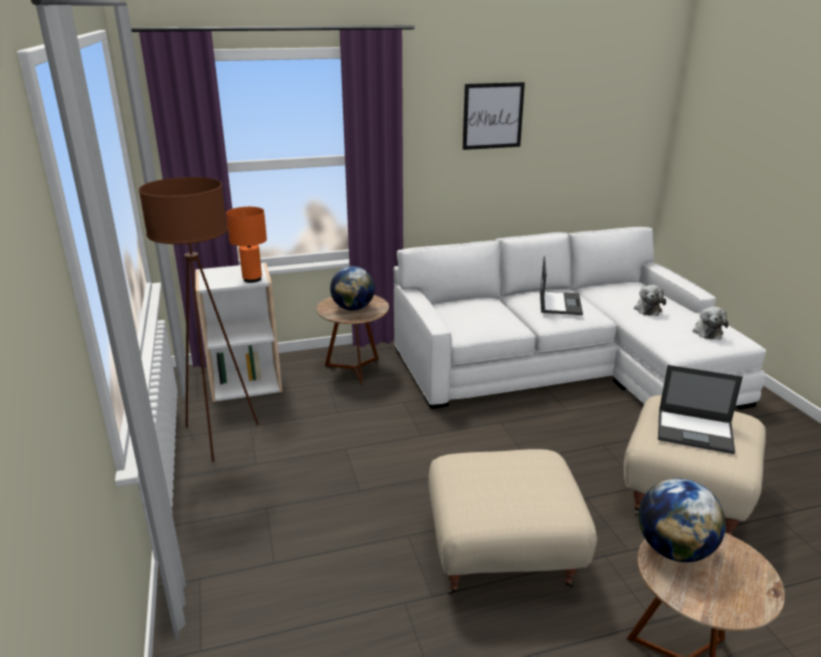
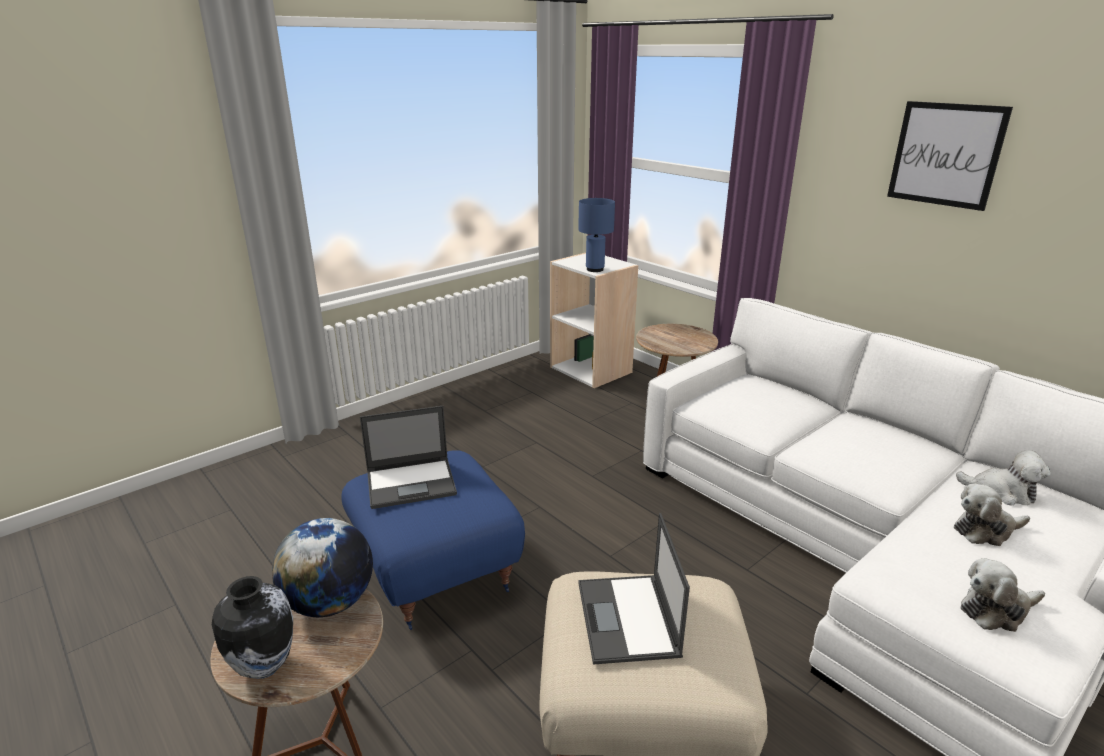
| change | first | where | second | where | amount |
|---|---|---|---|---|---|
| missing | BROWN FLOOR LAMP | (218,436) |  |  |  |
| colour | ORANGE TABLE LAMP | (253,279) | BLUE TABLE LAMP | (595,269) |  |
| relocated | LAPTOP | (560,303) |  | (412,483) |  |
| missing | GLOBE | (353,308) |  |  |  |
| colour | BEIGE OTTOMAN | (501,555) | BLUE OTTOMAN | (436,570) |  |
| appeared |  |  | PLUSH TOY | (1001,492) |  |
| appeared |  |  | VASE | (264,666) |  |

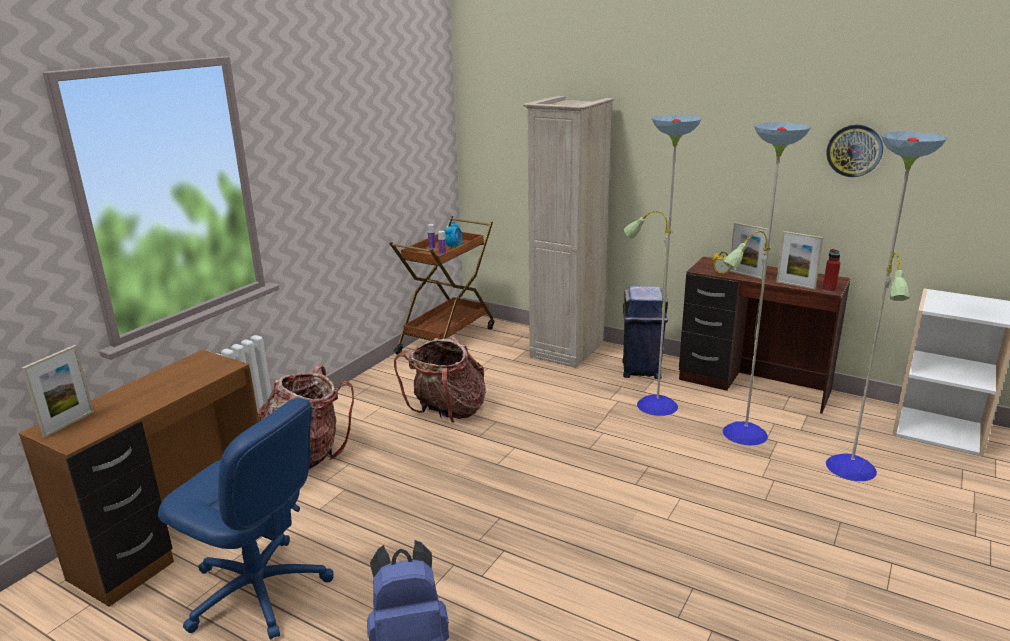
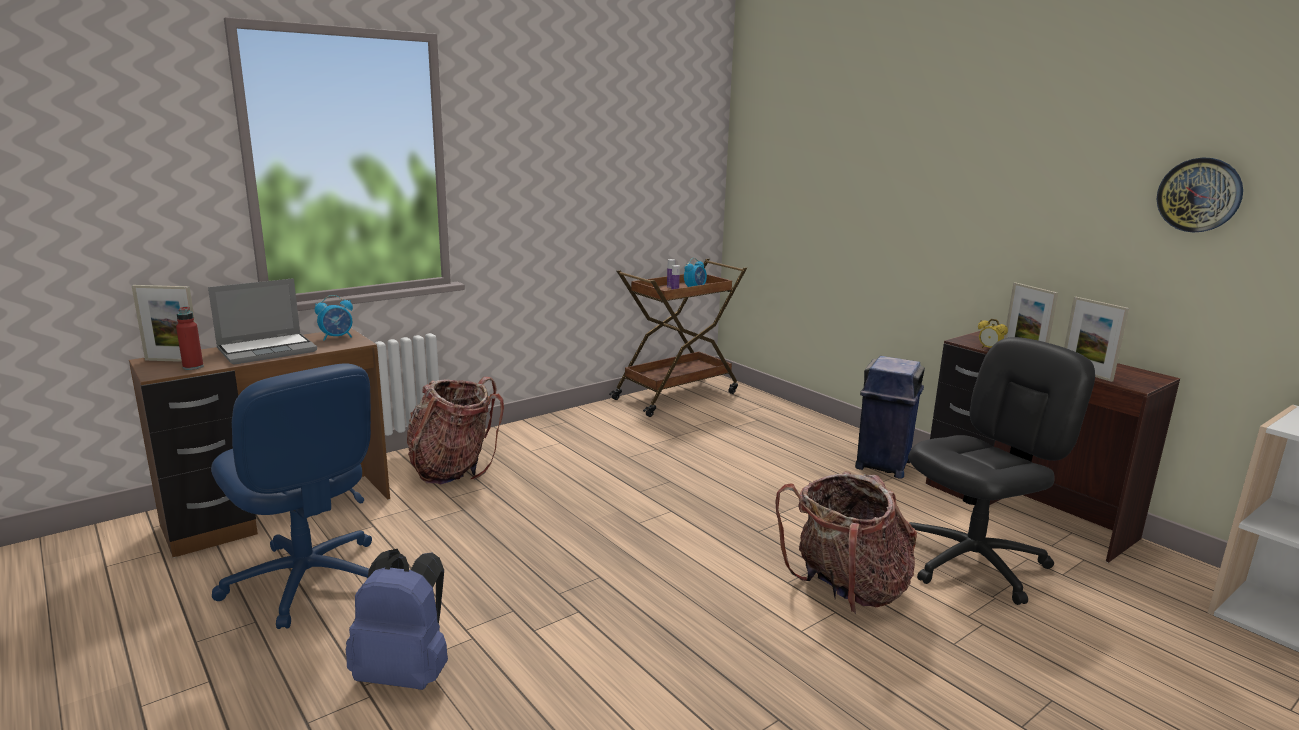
| change | first | where | second | where | amount |
|---|---|---|---|---|---|
| missing | BEIGE CABINET | (567,350) |  |  |  |
| exchanged | FLOOR LAMP | (743,435) | BLACK OFFICE CHAIR | (973,562) |  |
| relocated | RED BOTTLE | (829,290) |  | (193,367) |  |
| relocated | BACKPACK | (447,412) |  | (846,590) |  |
| spun | PICTURE FRAME | (69,424) |  | (173,360) | 45 degrees clockwise |
| appeared |  |  | LAPTOP | (268,350) |  |
| appeared |  |  | ALARM CLOCK | (337,337) |  |

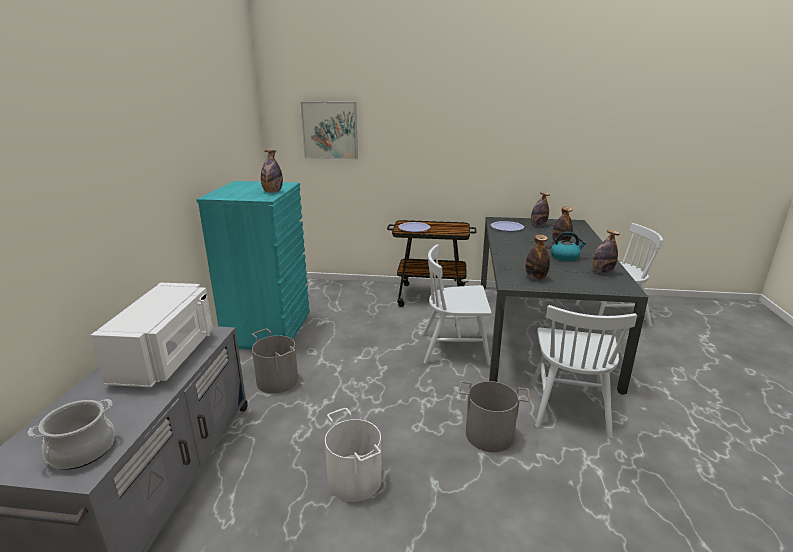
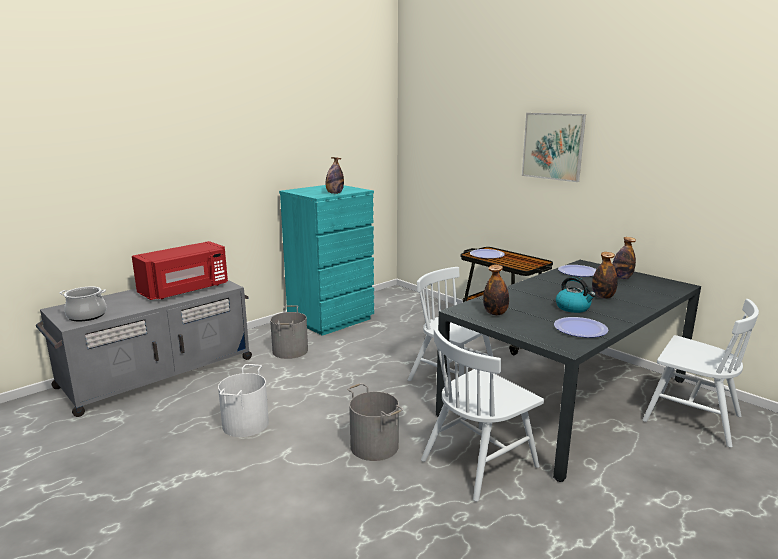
| change | first | where | second | where | amount |
|---|---|---|---|---|---|
| relocated | PICTURE | (330,130) |  | (553,146) |  |
| exchanged | BOTTLE | (602,272) | PLATE | (580,328) |  |
| colour | WHITE MICROWAVE | (167,356) | RED MICROWAVE | (185,290) |  |

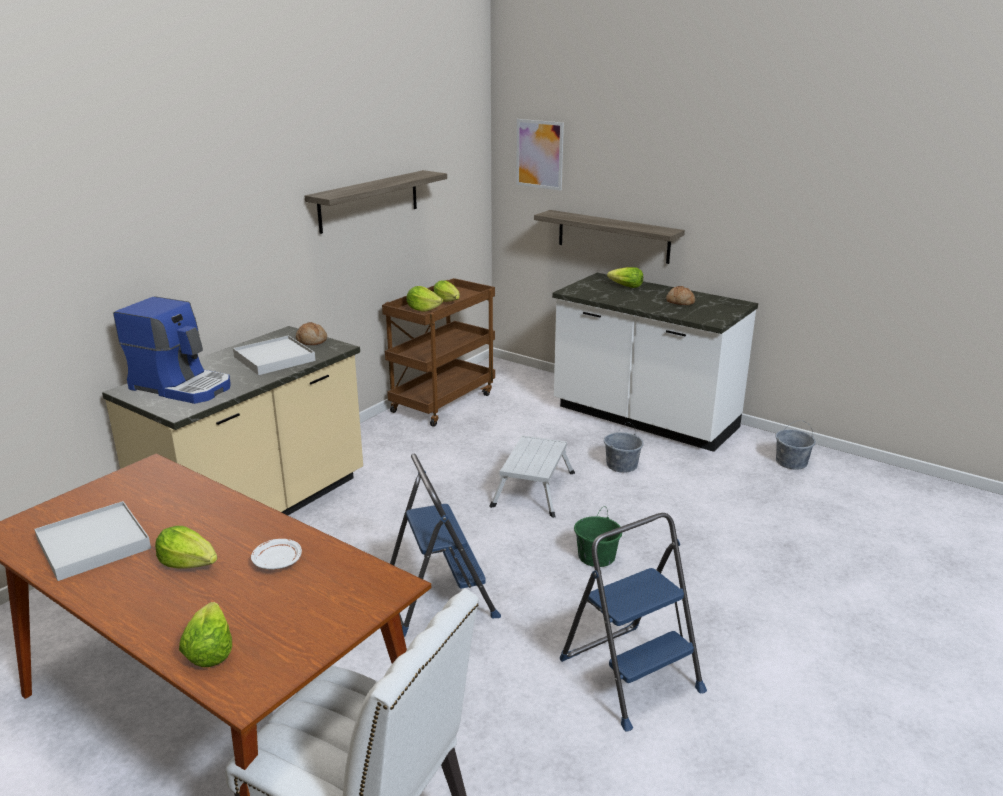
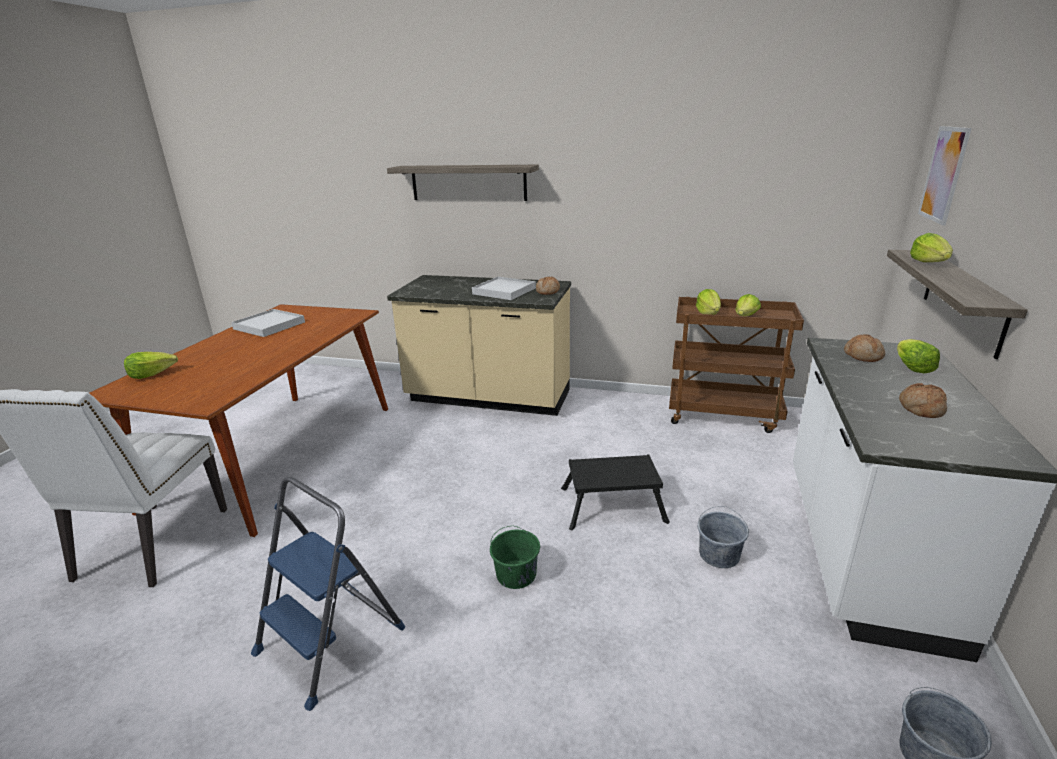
| change | first | where | second | where | amount |
|---|---|---|---|---|---|
| relocated | SHELF | (369,201) |  | (468,182) |  |
| missing | COFFEE MACHINE | (182,386) |  |  |  |
| colour | WHITE STEP LADDER | (534,489) | BLACK STEP LADDER | (613,504) |  |
| missing | BLUE STEP LADDER | (435,600) |  |  |  |
| relocated | LETTUCE | (189,563) |  | (930,263) |  |
| missing | WHITE PLATE | (277,561) |  |  |  |
| appeared |  |  | BREAD | (863,356) |  |

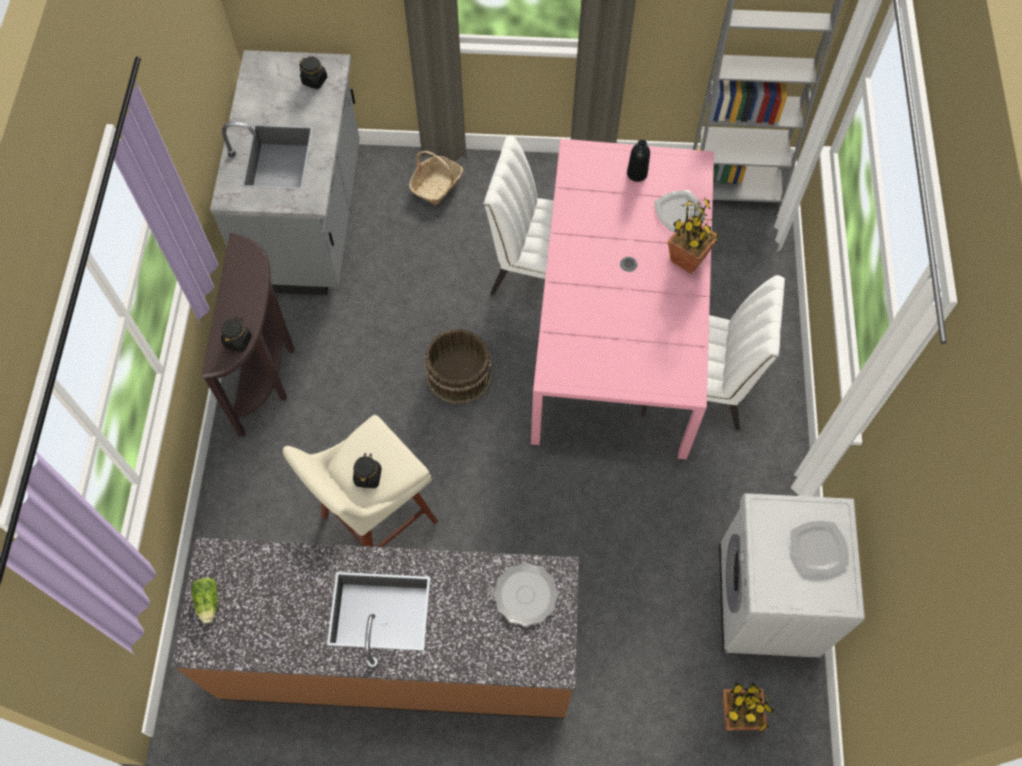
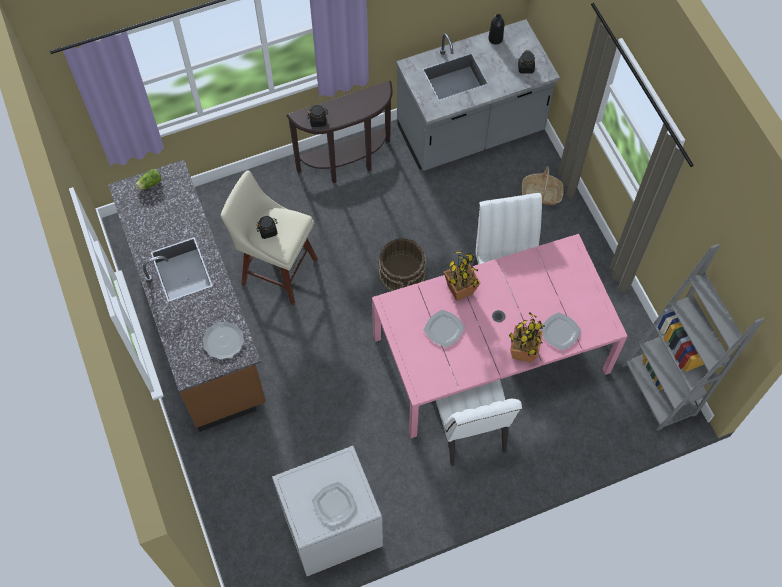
| change | first | where | second | where | amount |
|---|---|---|---|---|---|
| relocated | BLACK BOTTLE | (637,173) |  | (495,39) |  |
| relocated | POTTED PLANT | (738,716) |  | (460,290) |  |
| appeared |  |  | PLATE | (443,329) |  |

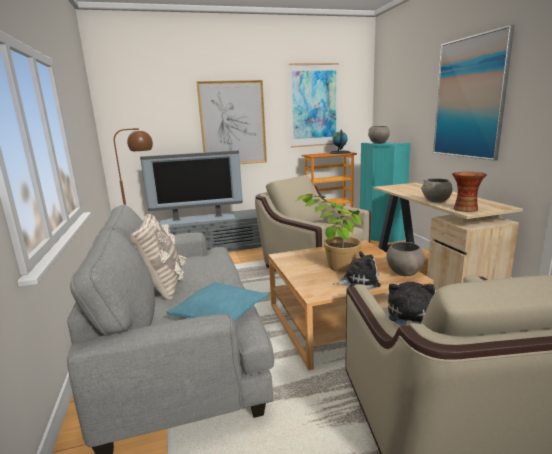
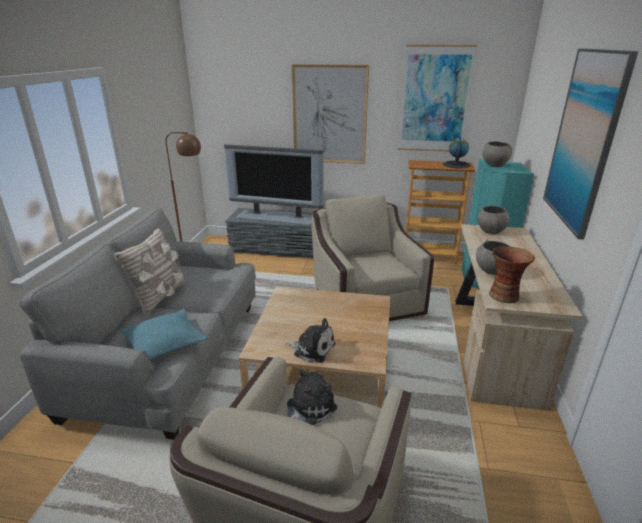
| change | first | where | second | where | amount |
|---|---|---|---|---|---|
| missing | POTTED PLANT | (332,261) |  |  |  |
| relocated | GREY BOWL | (404,272) |  | (490,231) |  |

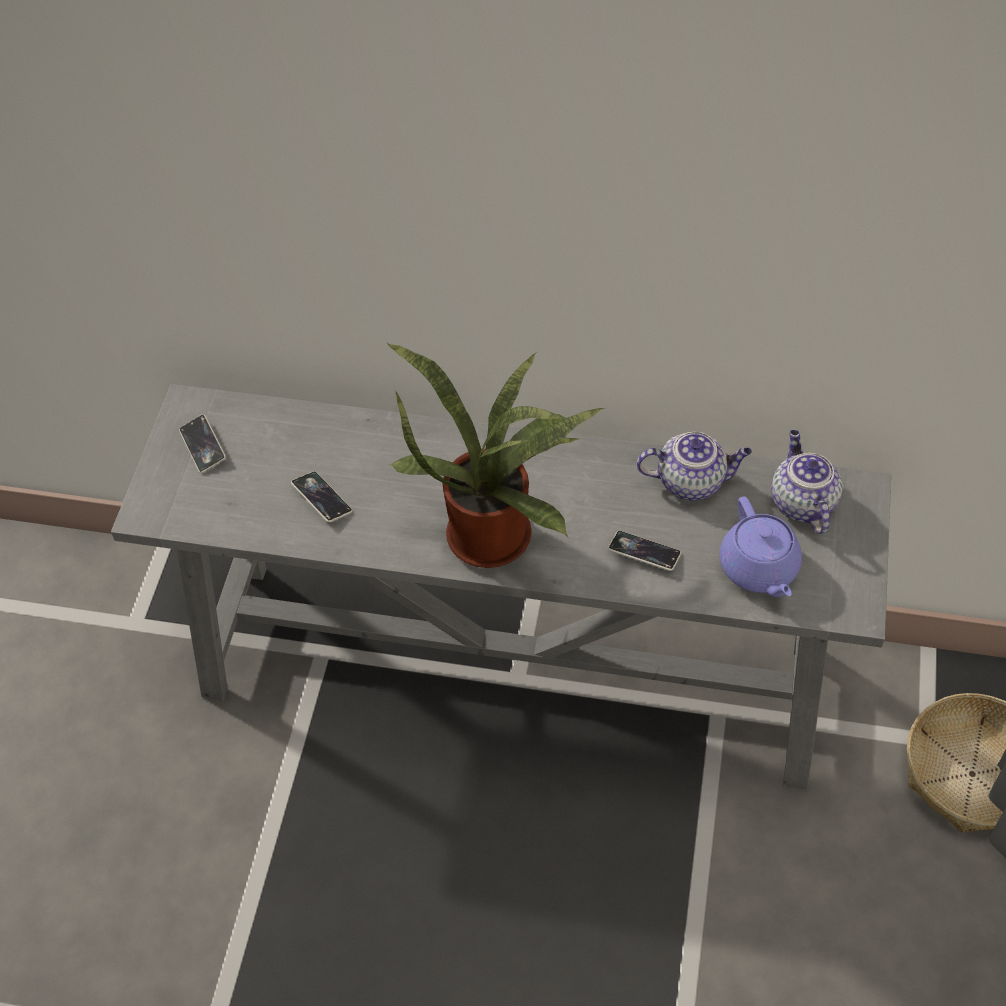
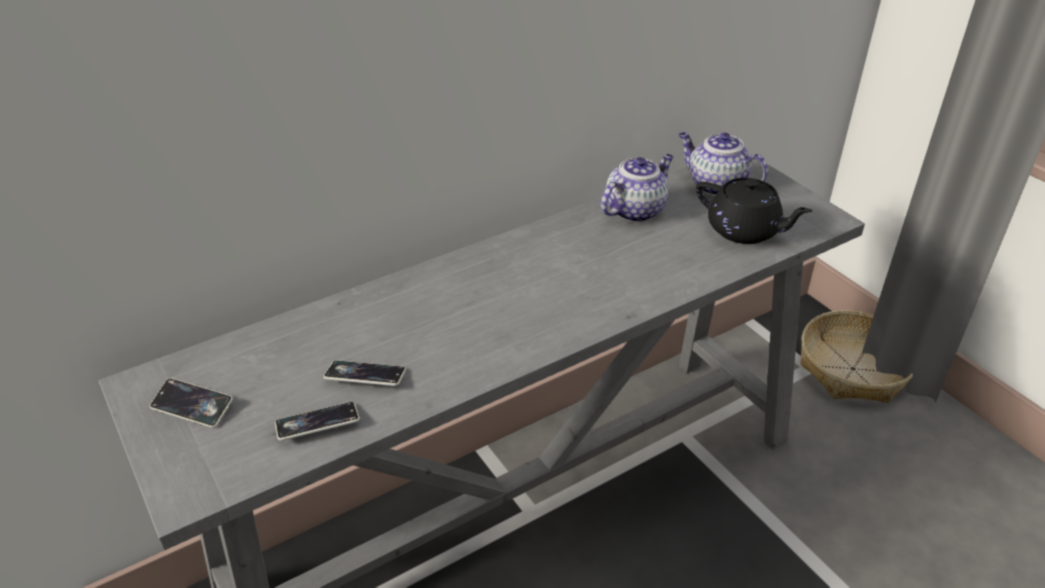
| change | first | where | second | where | amount |
|---|---|---|---|---|---|
| missing | POTTED PLANT | (495,531) |  |  |  |
| colour | PURPLE TEAPOT | (759,569) | BLACK TEAPOT | (745,230) |  |
| relocated | PHONE | (644,553) |  | (318,425) |  |

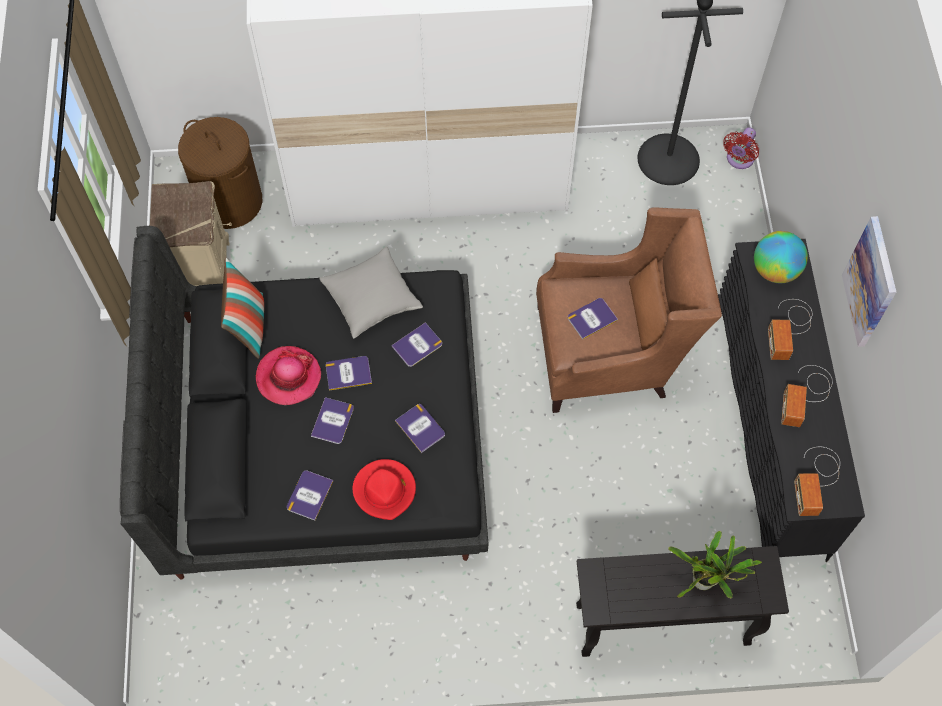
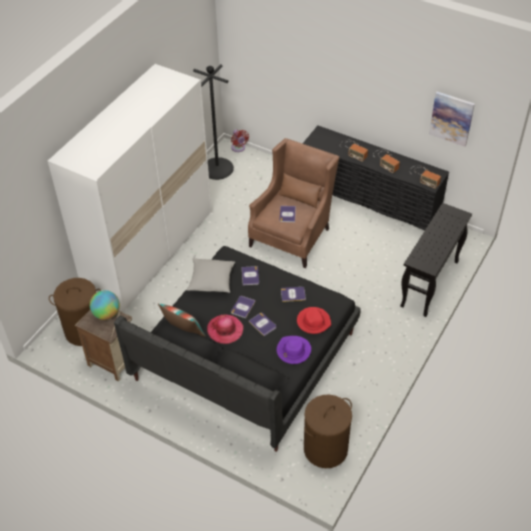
| change | first | where | second | where | amount |
|---|---|---|---|---|---|
| relocated | PICTURE | (871,282) |  | (451,118) |  |
| relocated | GLOBE | (775,270) |  | (106,314) |  |
| exchanged | BOOK | (309,495) | PURPLE HAT | (293,351) |  |
| missing | POTTED PLANT | (706,582) |  |  |  |
| appeared |  |  | BROWN LAUNDRY BASKET | (325,449) |  |

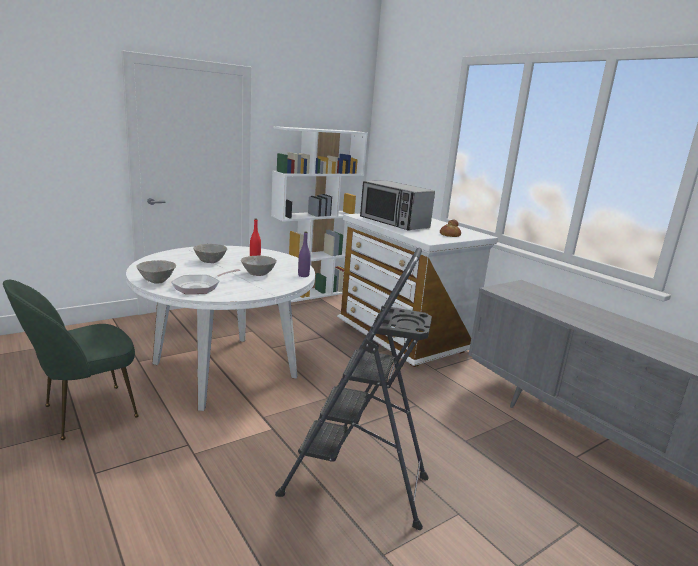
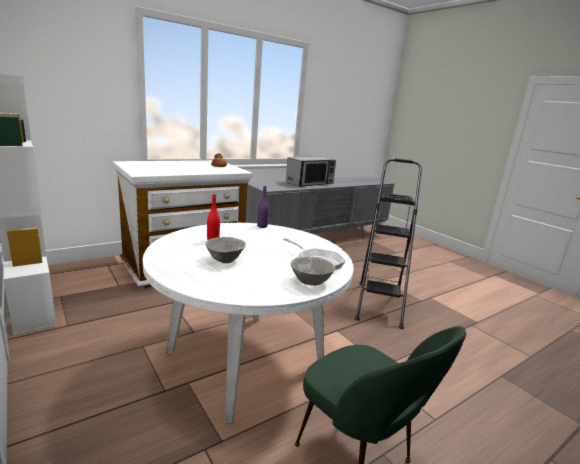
| change | first | where | second | where | amount |
|---|---|---|---|---|---|
| relocated | MICROWAVE | (394,222) |  | (310,183) |  |
| missing | GREY BOWL | (258,274) |  |  |  |

